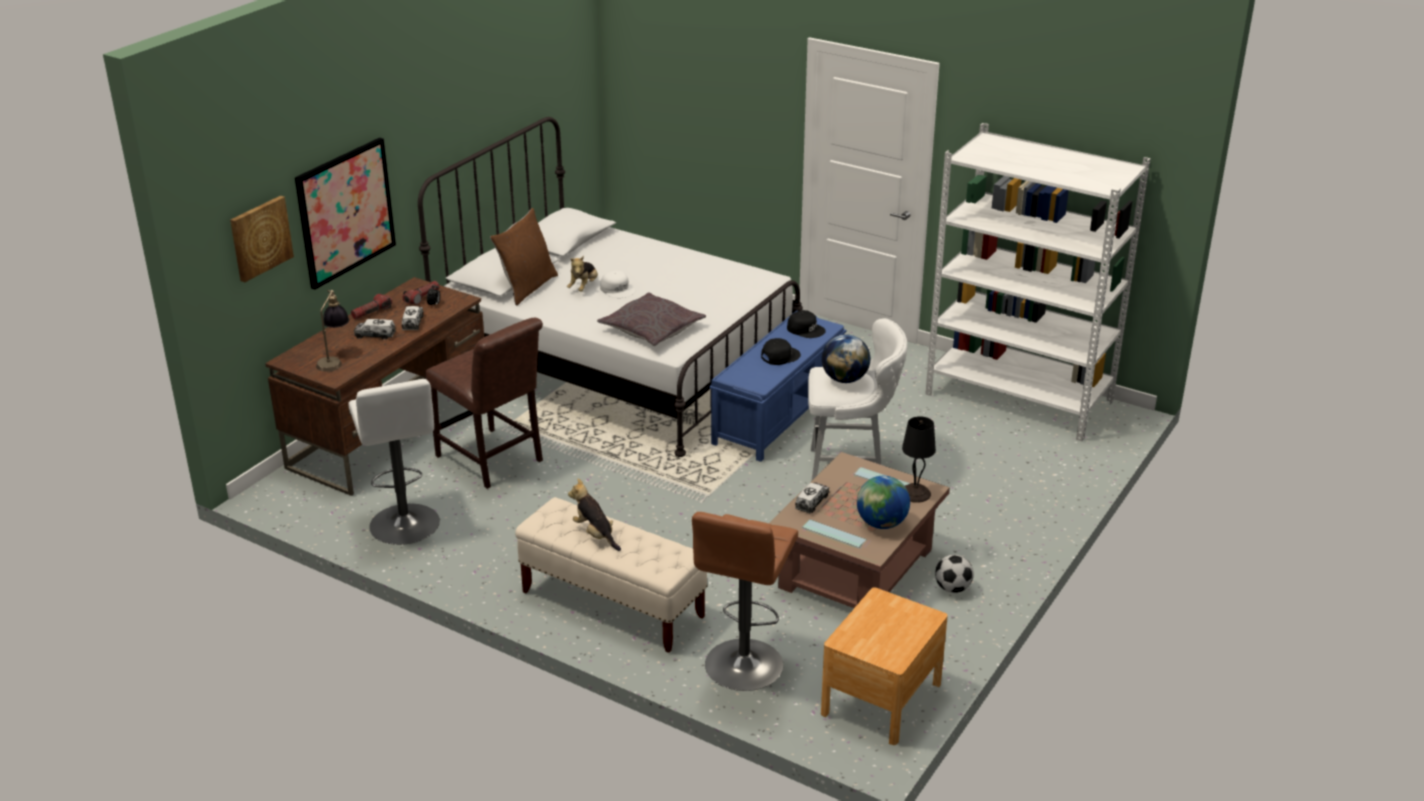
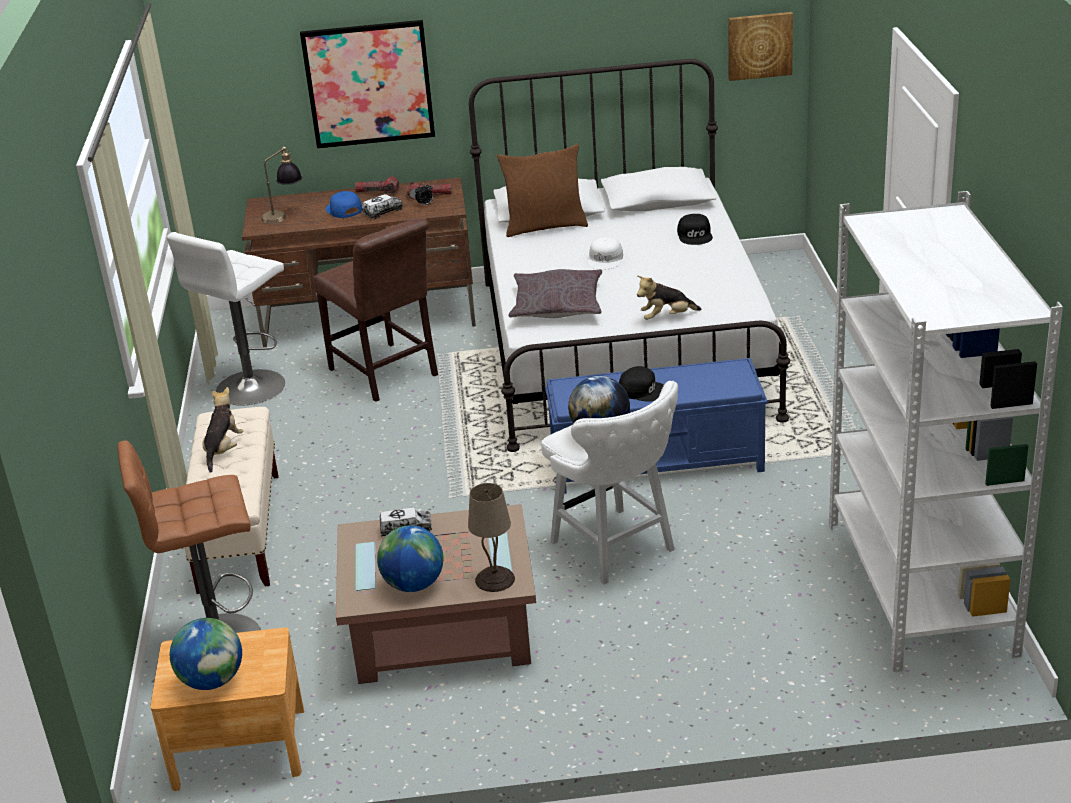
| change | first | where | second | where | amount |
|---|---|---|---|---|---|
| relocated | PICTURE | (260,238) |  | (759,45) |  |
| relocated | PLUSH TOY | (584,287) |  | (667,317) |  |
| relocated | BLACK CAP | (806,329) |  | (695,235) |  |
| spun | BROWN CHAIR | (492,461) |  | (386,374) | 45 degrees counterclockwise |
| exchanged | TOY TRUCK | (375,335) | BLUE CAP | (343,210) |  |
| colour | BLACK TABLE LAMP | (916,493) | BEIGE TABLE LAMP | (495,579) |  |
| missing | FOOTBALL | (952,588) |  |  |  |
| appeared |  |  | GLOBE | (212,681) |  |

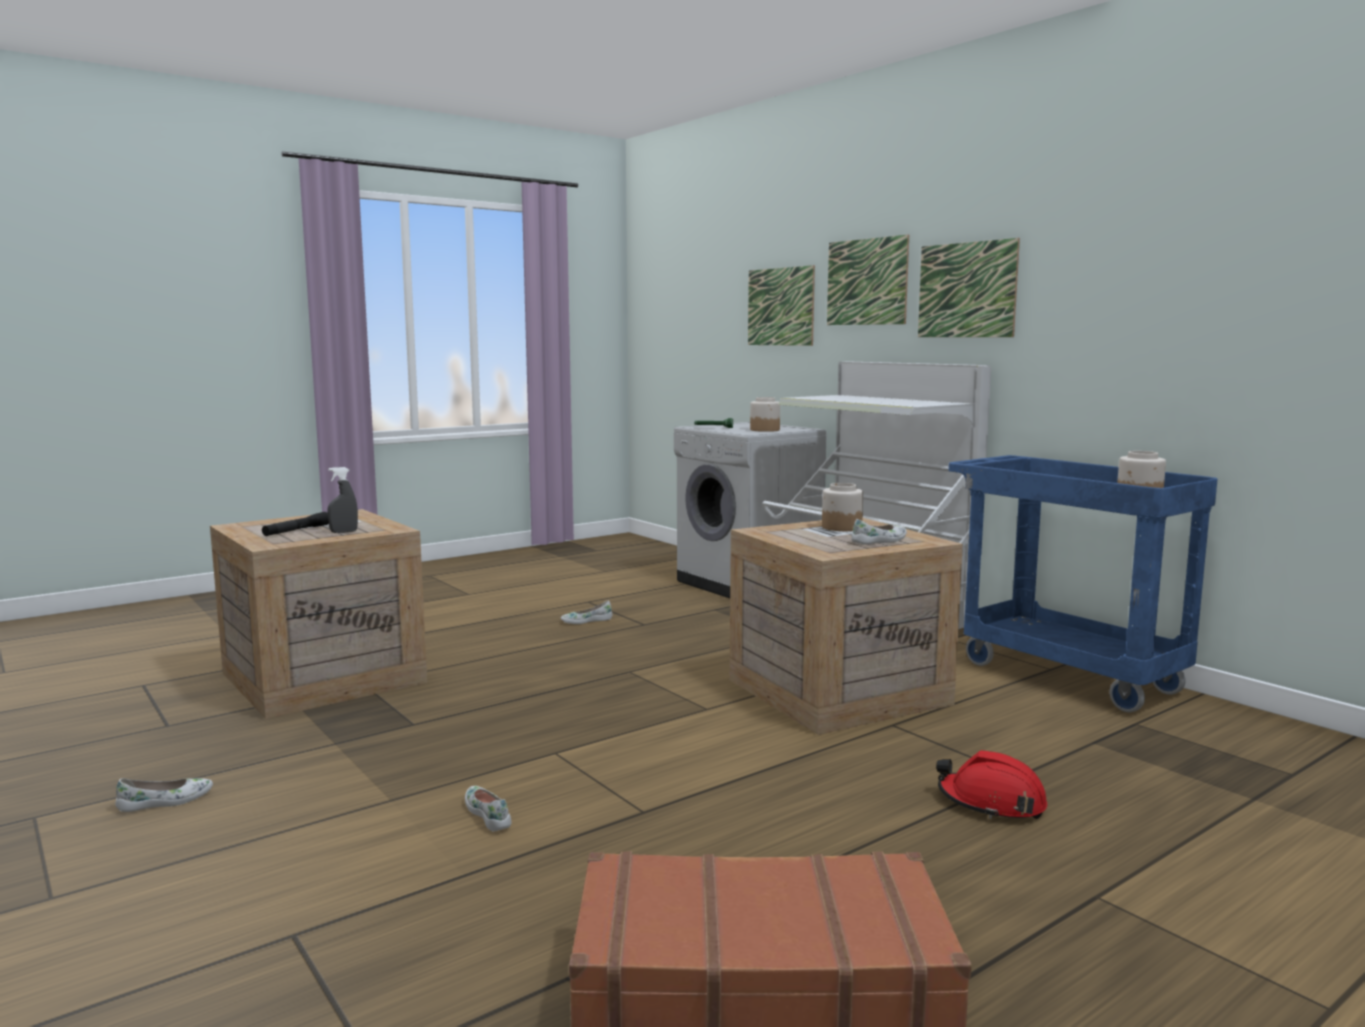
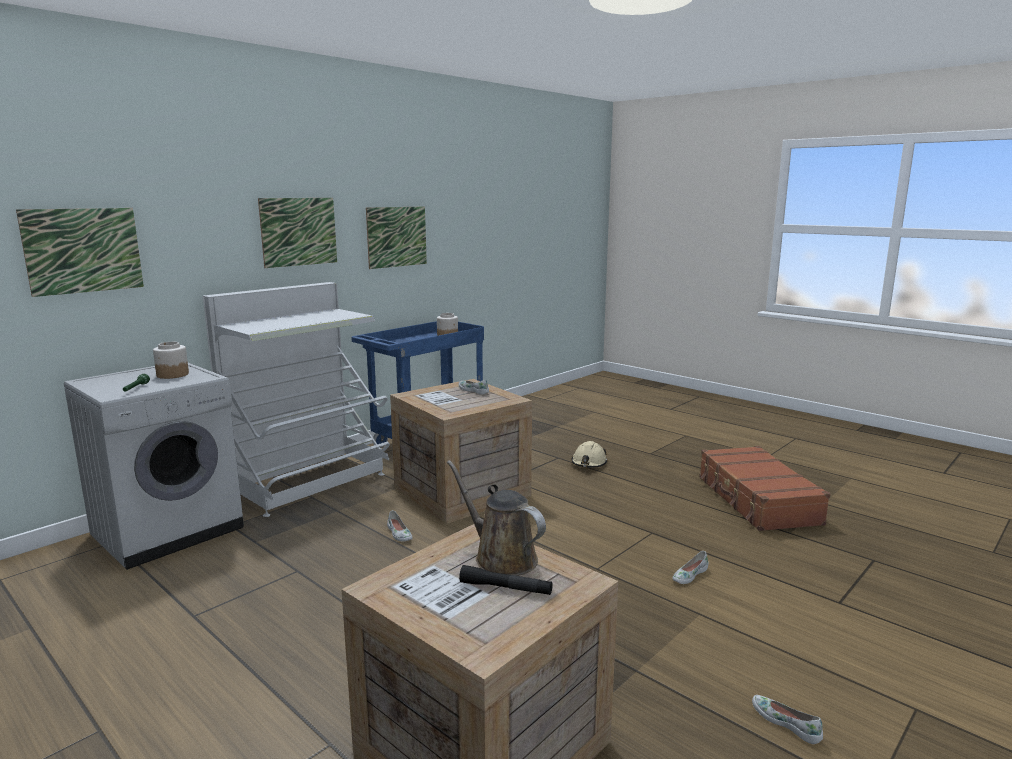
| change | first | where | second | where | amount |
|---|---|---|---|---|---|
| relocated | PICTURE | (866,282) |  | (397,236) |  |
| exchanged | GREY SPRAY BOTTLE | (343,532) | BROWN WATERING CAN | (501,557) |  |
| missing | JAR | (841,527) |  |  |  |
| relocated | WHITE SHOE | (586,621) |  | (399,534) |  |
| colour | RED HARD HAT | (991,803) | BEIGE HARD HAT | (589,463) |  |

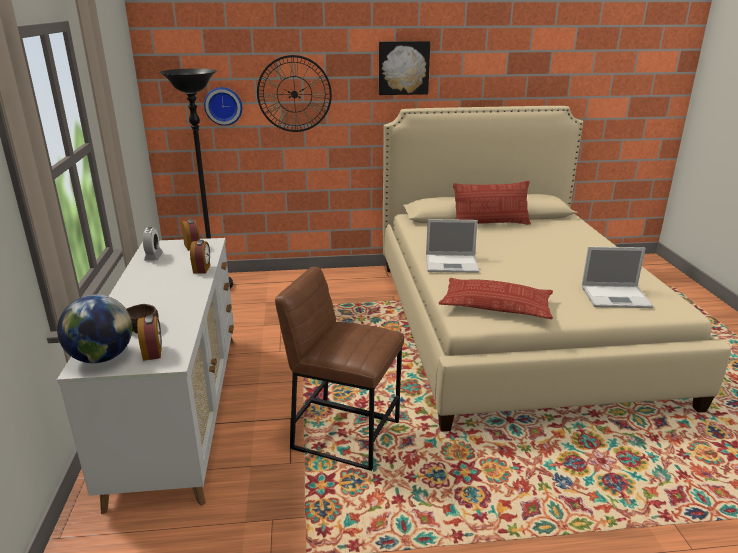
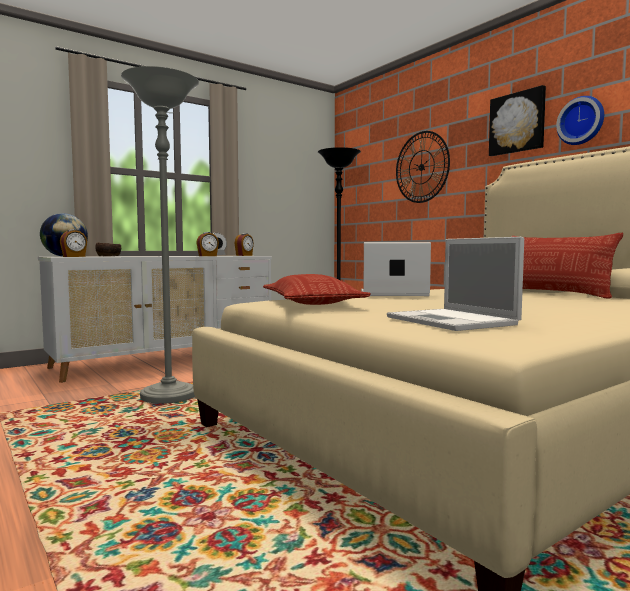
| change | first | where | second | where | amount |
|---|---|---|---|---|---|
| relocated | WALL CLOCK | (223,106) |  | (581,121) |  |
| spun | LAPTOP | (452,264) |  | (392,294) | 120 degrees clockwise |
| exchanged | BROWN CHAIR | (344,434) | GREY FLOOR LAMP | (169,397) |  |

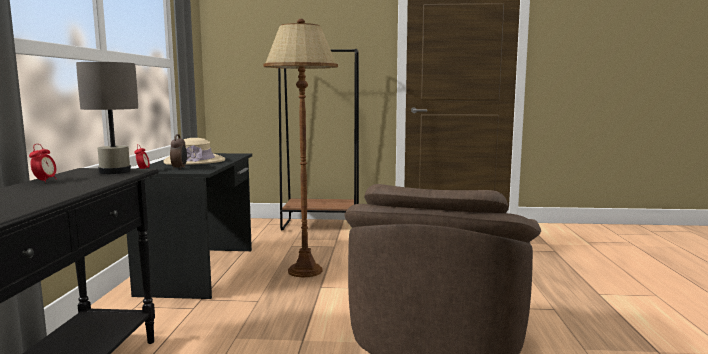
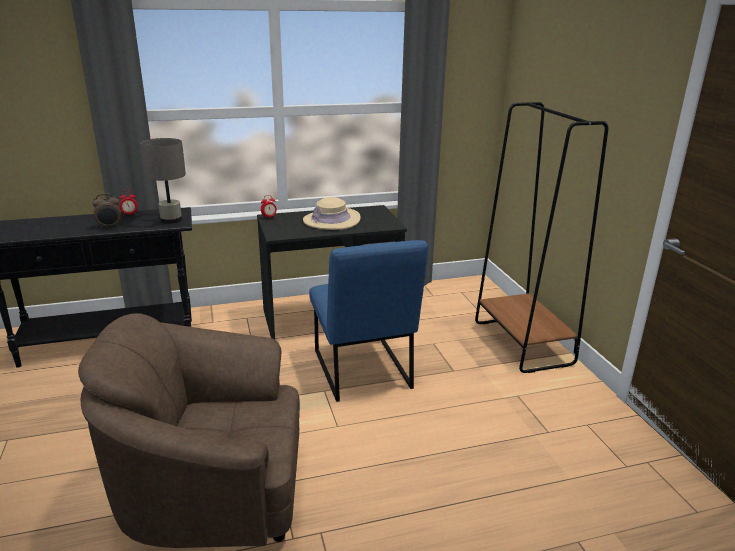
| change | first | where | second | where | amount |
|---|---|---|---|---|---|
| exchanged | BROWN FLOOR LAMP | (304,271) | BLUE CHAIR | (362,371) |  |
| relocated | ALARM CLOCK | (179,168) |  | (109,226) |  |

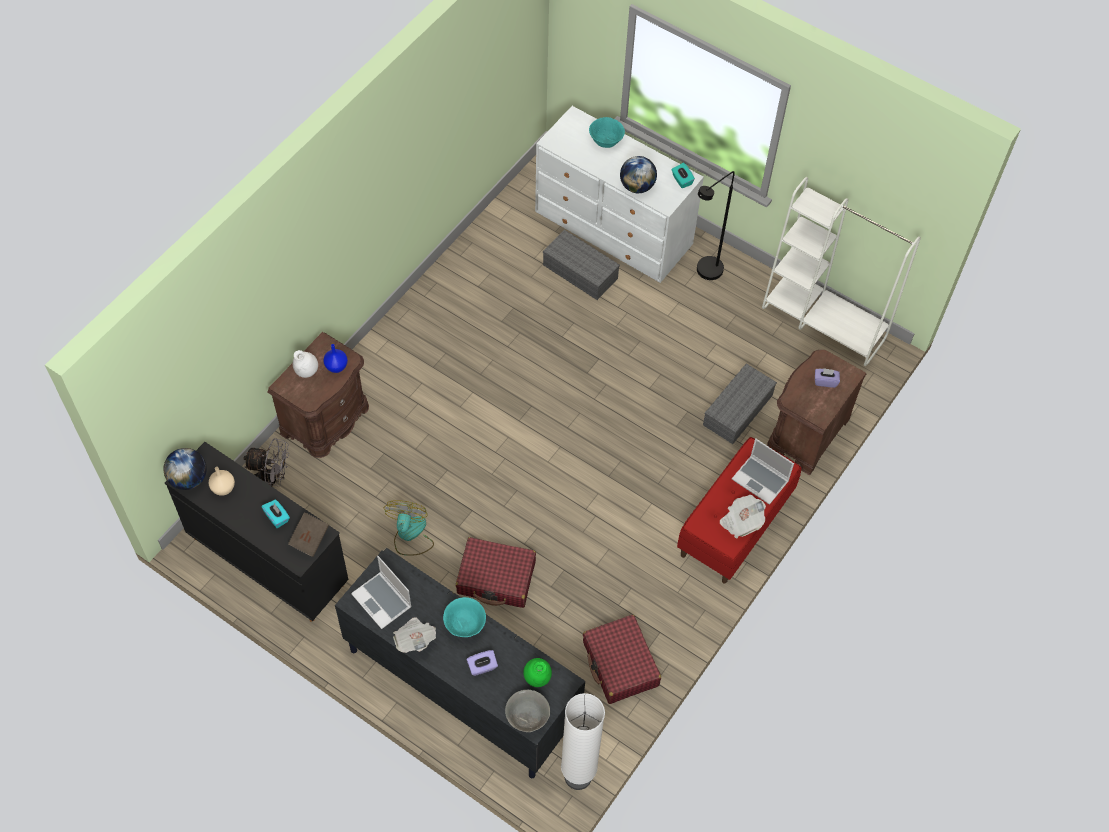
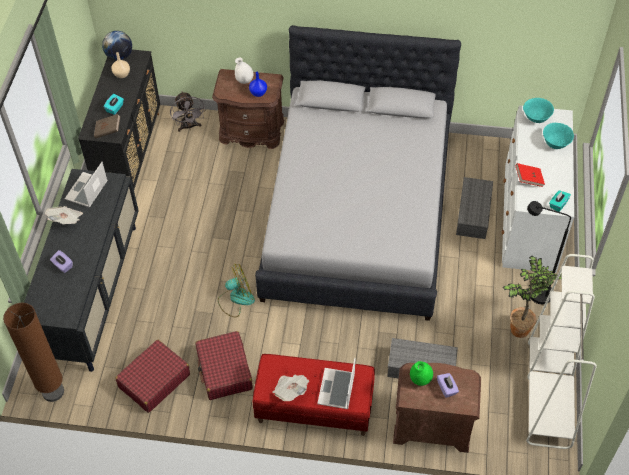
| change | first | where | second | where | amount |
|---|---|---|---|---|---|
| exchanged | GLOBE | (637,186) | RED BOOK | (528,179) |  |
| relocated | FAN | (410,535) |  | (236,299) |  |
| relocated | RED SUITCASE | (496,578) |  | (224,371) |  |
| relocated | TURQUOISE BOWL | (465,625) |  | (536,118) |  |
| relocated | GREEN VASE | (537,678) |  | (420,379) |  |
| missing | GREY BOWL | (527,717) |  |  |  |
| colour | WHITE FLOOR LAMP | (578,776) | BROWN FLOOR LAMP | (53,392) |  |
| appeared |  |  | GREY BED | (358,214) |  |
| appeared |  |  | POTTED PLANT | (521,327) |  |

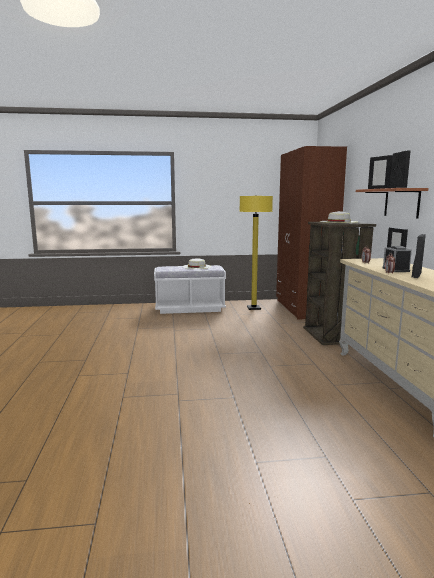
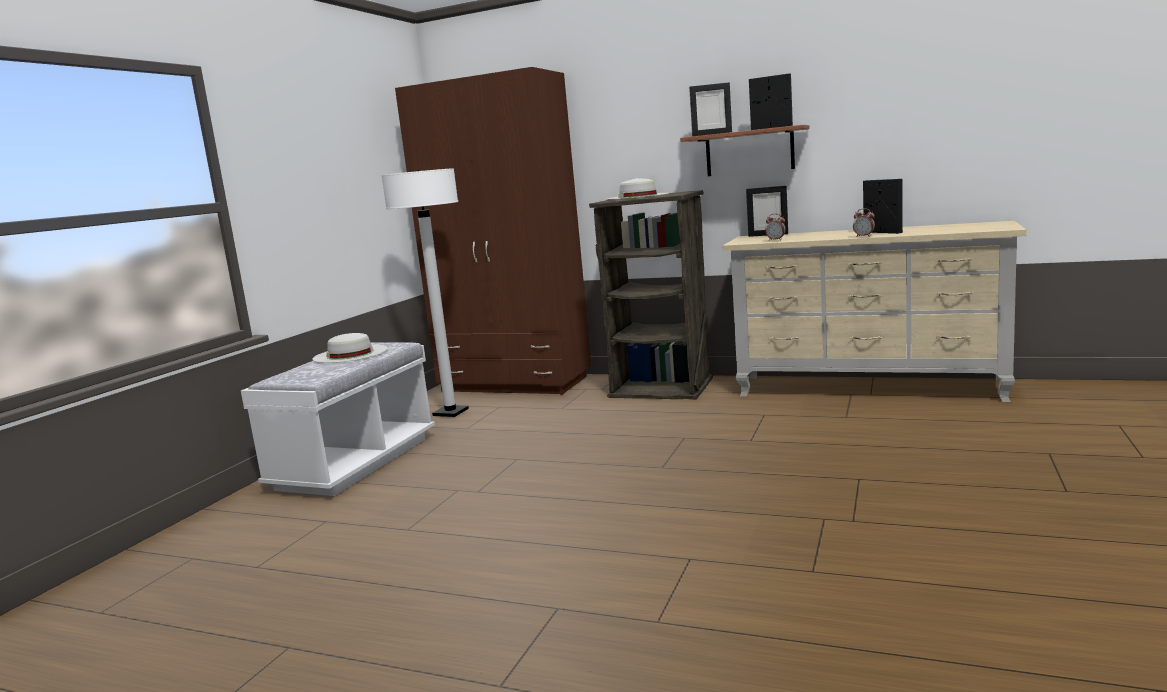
| change | first | where | second | where | amount |
|---|---|---|---|---|---|
| colour | YELLOW FLOOR LAMP | (253,308) | WHITE FLOOR LAMP | (450,412) |  |
| missing | ALARM CLOCK | (395,270) |  |  |  |

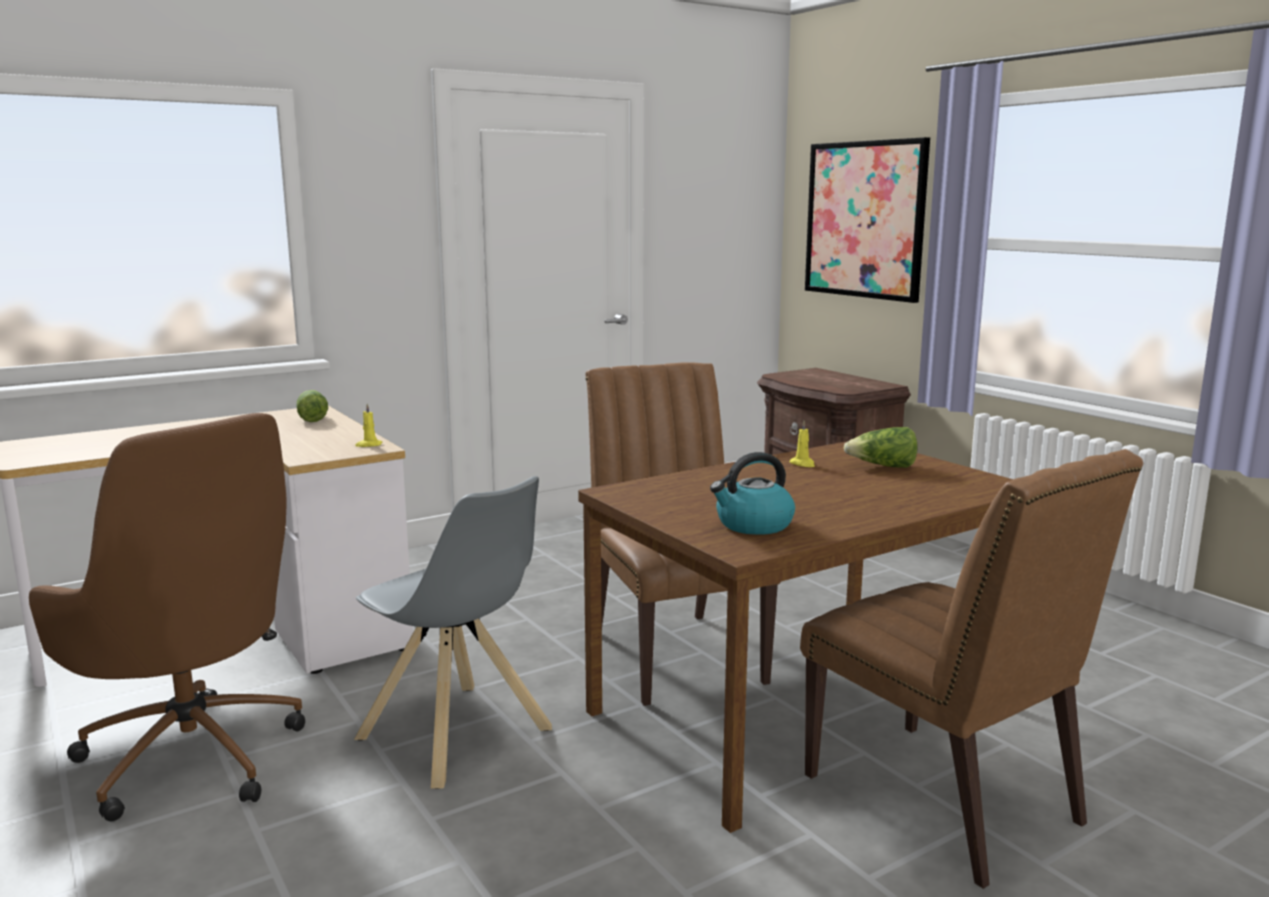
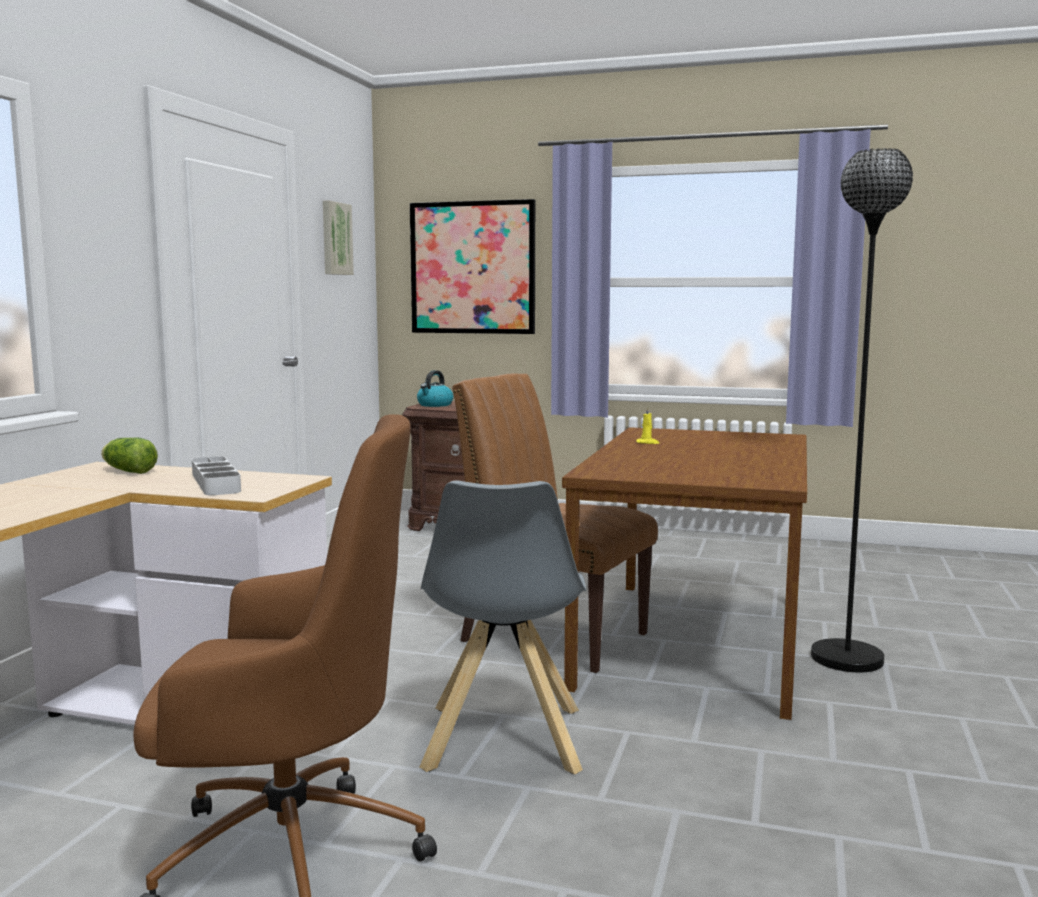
| change | first | where | second | where | amount |
|---|---|---|---|---|---|
| missing | YELLOW CANDLE | (368,445) |  |  |  |
| missing | LETTUCE | (883,467) |  |  |  |
| exchanged | BROWN CHAIR | (938,798) | BLACK FLOOR LAMP | (847,659) |  |
| relocated | KETTLE | (753,525) |  | (435,405) |  |
| spun | GREY CHAIR | (458,735) |  | (502,741) | 90 degrees clockwise |
| appeared |  |  | PICTURE | (335,239) |  |
| appeared |  |  | GREY TRAY | (215,482) |  |

